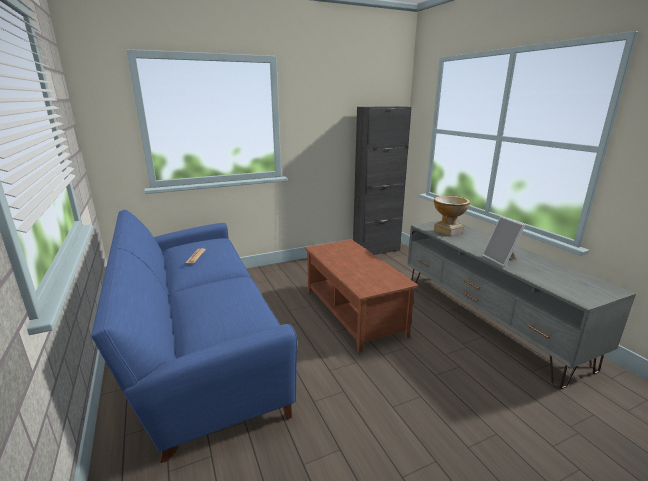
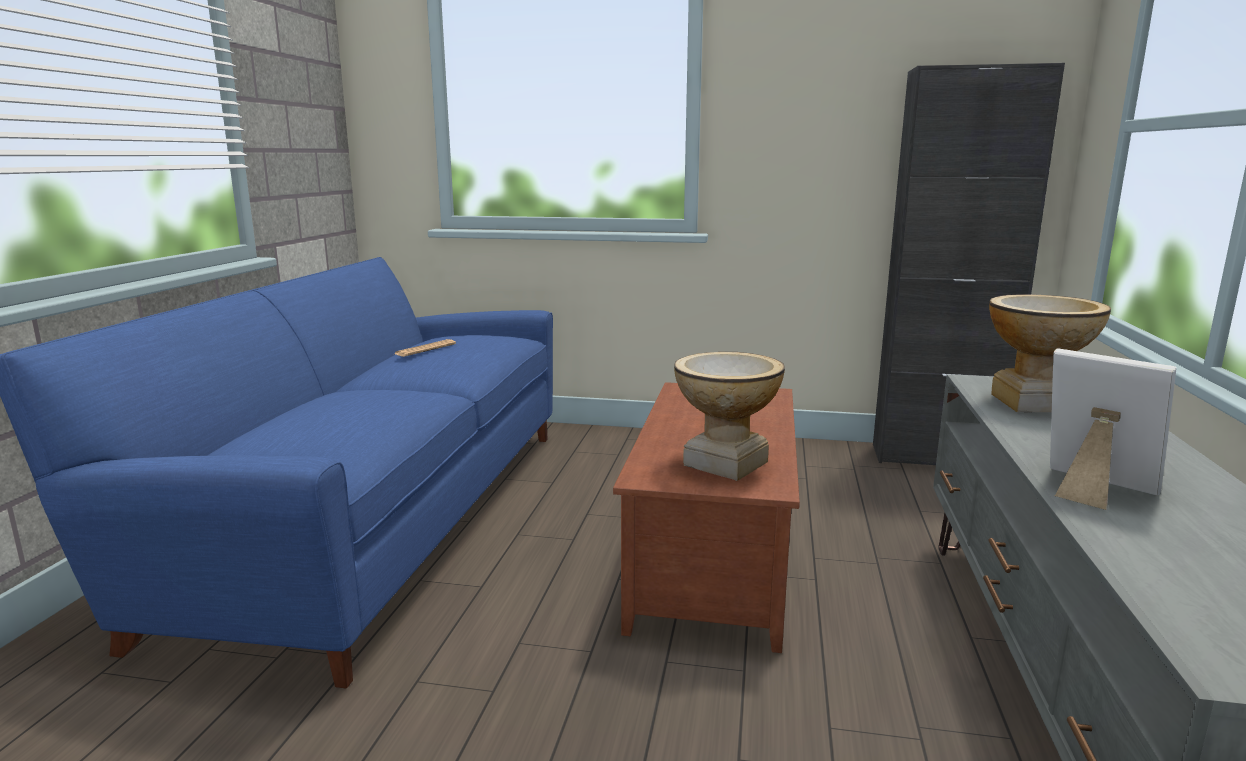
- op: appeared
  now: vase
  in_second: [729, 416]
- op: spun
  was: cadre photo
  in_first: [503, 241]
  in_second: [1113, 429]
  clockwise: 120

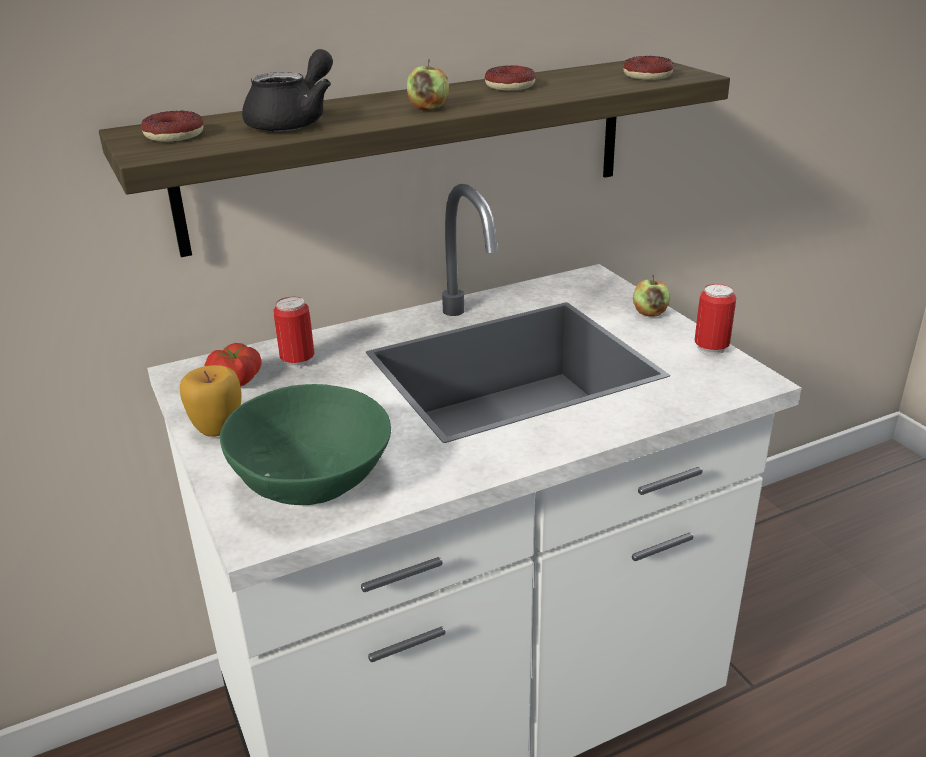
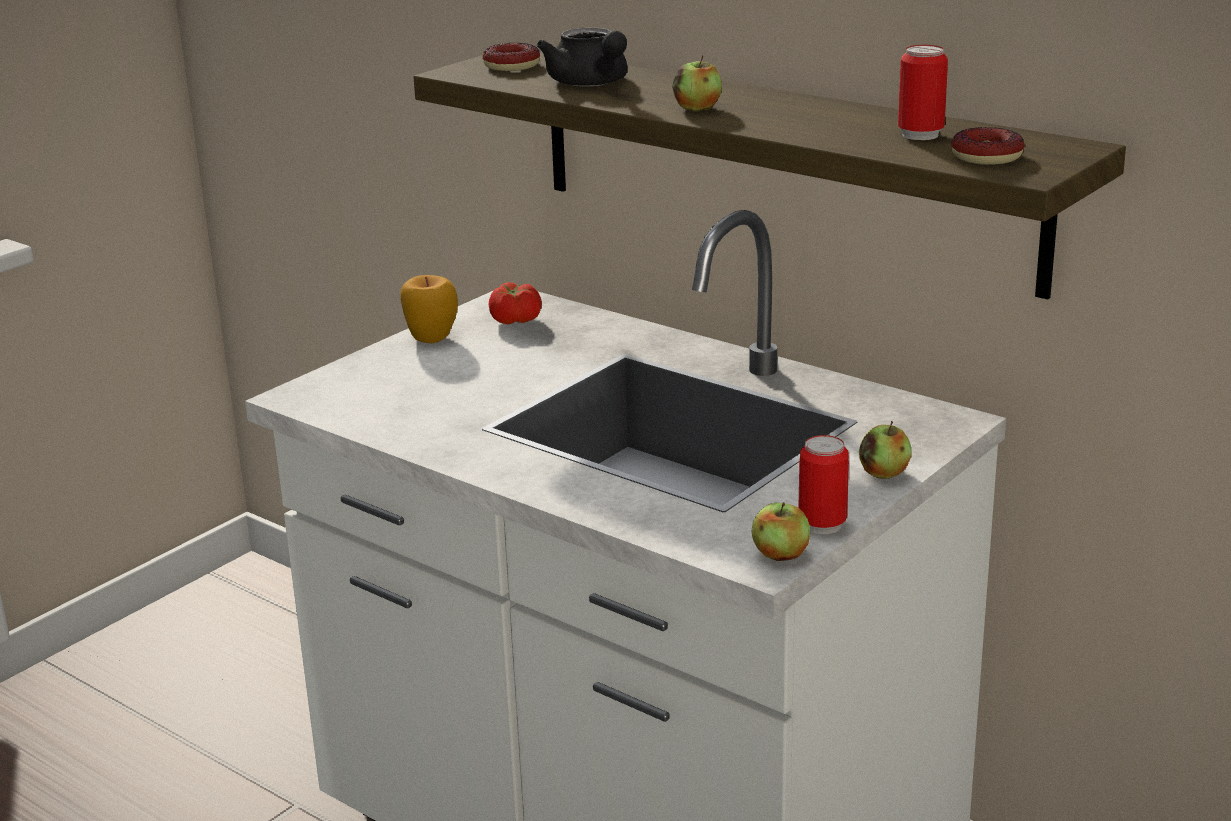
- op: missing
  was: bol [vert]
  in_first: [305, 444]
- op: missing
  was: beignet
  in_first: [510, 78]
- op: appeared
  now: pomme
  in_second: [780, 531]
- op: relocated
  was: boîte métallique
  in_first: [293, 332]
  in_second: [923, 92]
- op: spun
  was: théière [noir]
  in_first: [287, 90]
  in_second: [582, 56]
  clockwise: 60

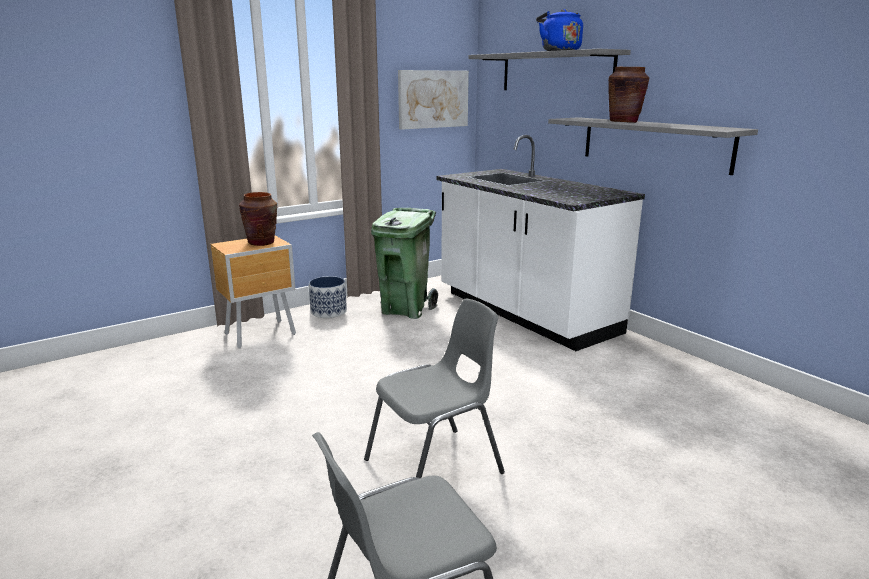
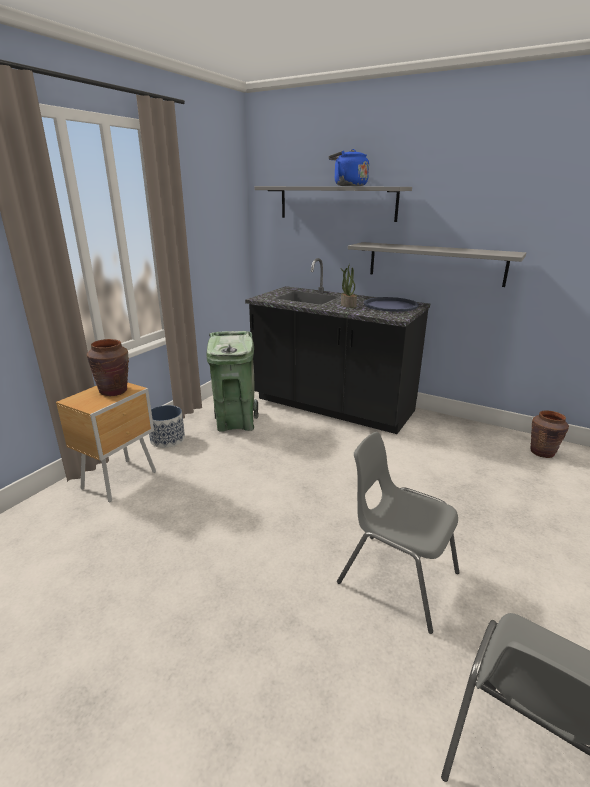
- op: missing
  was: tableau
  in_first: [433, 100]
- op: appeared
  now: plante en pot
  in_second: [348, 286]
- op: appeared
  now: plateau [bleu]
  in_second: [391, 304]
- op: relocated
  was: vase [marron]
  in_first: [628, 95]
  in_second: [549, 434]
- op: colour
  was: comptoir de cuisine [blanc]
  now: comptoir de cuisine [noir]
  in_first: [541, 243]
  in_second: [337, 346]
- op: spun
  was: chaise [gris]
  in_first: [434, 388]
  in_second: [398, 533]
  clockwise: -90

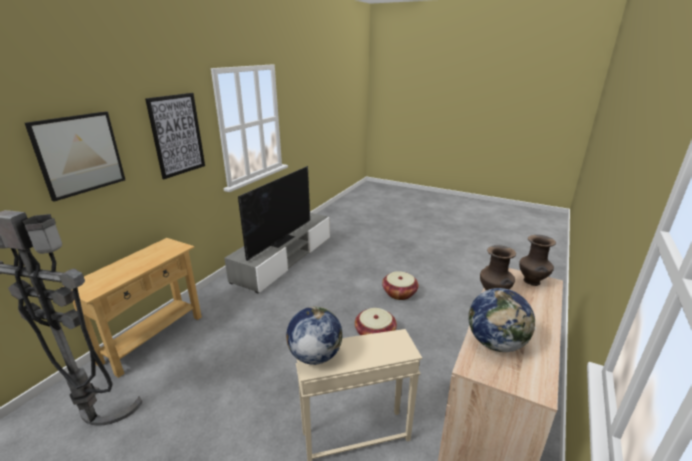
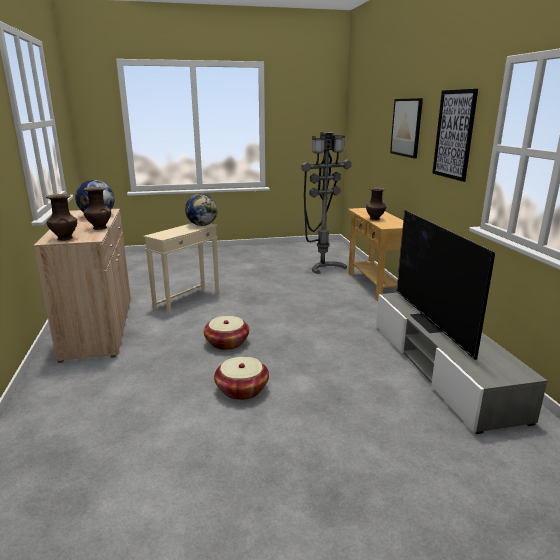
- op: appeared
  now: vase [marron]
  in_second: [376, 203]

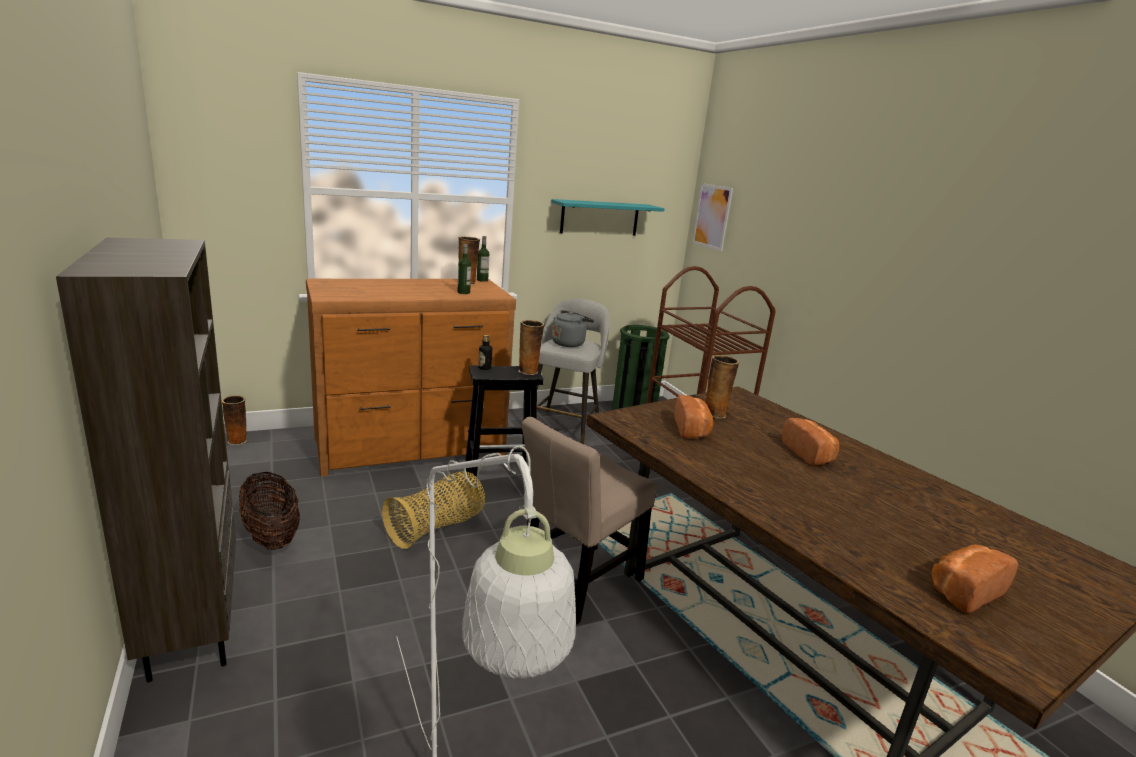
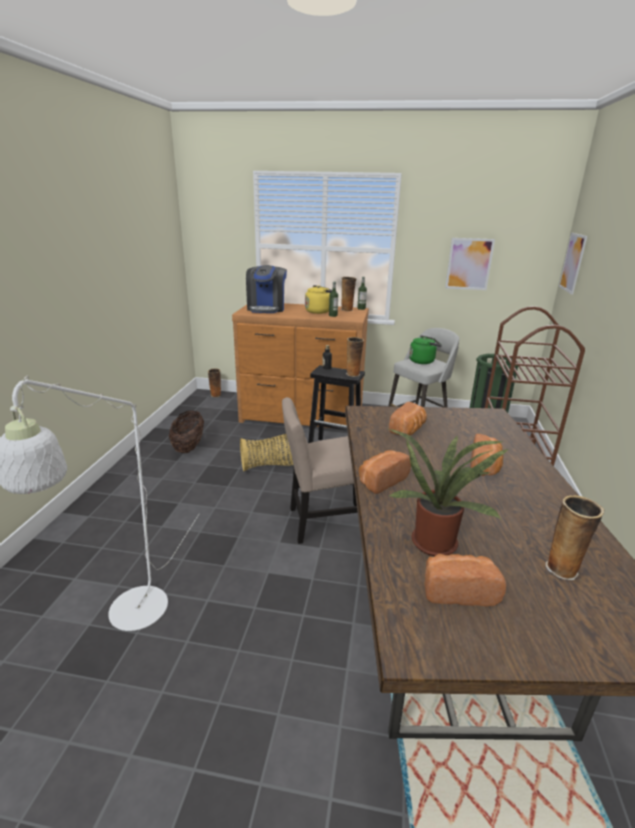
- op: missing
  was: bibliothèque [marron]
  in_first: [146, 460]
- op: appeared
  now: machine à café
  in_second: [266, 289]
- op: appeared
  now: bouilloire [jaune]
  in_second: [318, 299]
- op: appeared
  now: pain
  in_second: [385, 472]
- op: appeared
  now: plante en pot
  in_second: [448, 492]
- op: relocated
  was: vase
  in_first: [722, 387]
  in_second: [575, 537]
- op: exchanged
  was: étagère [turquoise]
  now: tableau
  in_first: [608, 217]
  in_second: [470, 264]
- op: colour
  was: bouilloire [gris]
  now: bouilloire [vert]
  in_first: [573, 328]
  in_second: [425, 349]

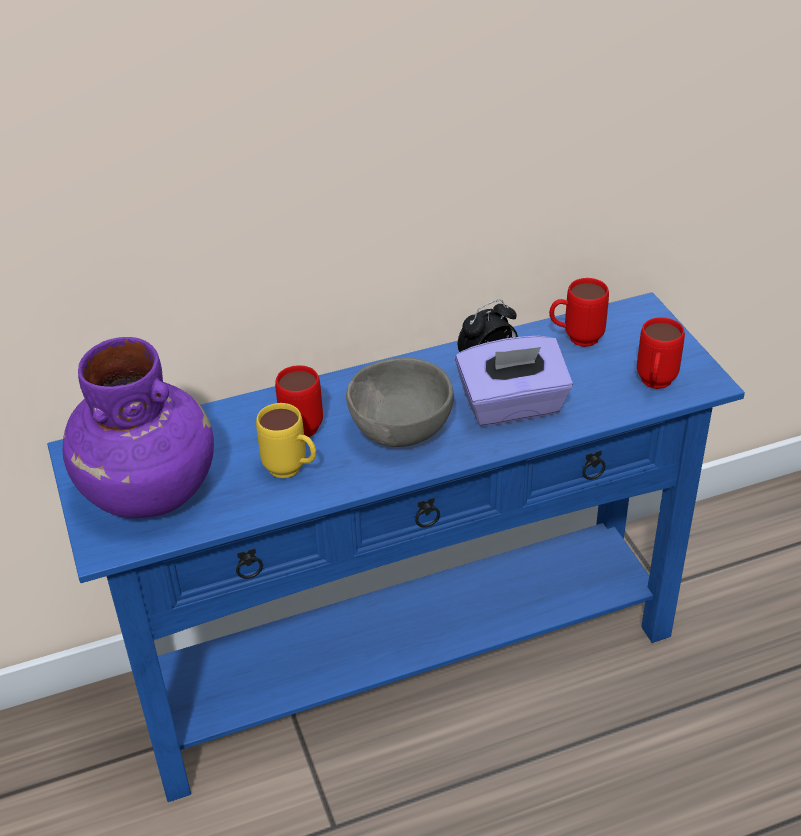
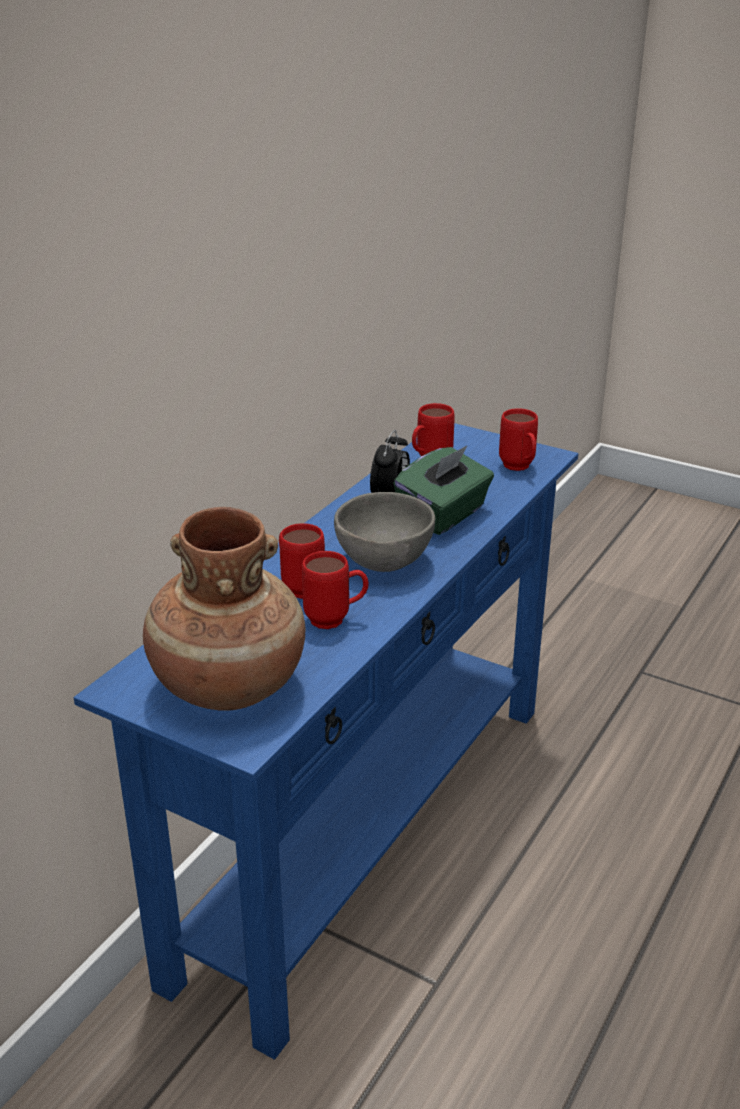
- op: colour
  was: vase [violet]
  now: vase [marron]
  in_first: [138, 427]
  in_second: [224, 609]
- op: colour
  was: mug [jaune]
  now: mug [rouge]
  in_first: [286, 440]
  in_second: [335, 590]
- op: colour
  was: boîte à mouchoirs [violet]
  now: boîte à mouchoirs [vert]
  in_first: [514, 381]
  in_second: [443, 490]

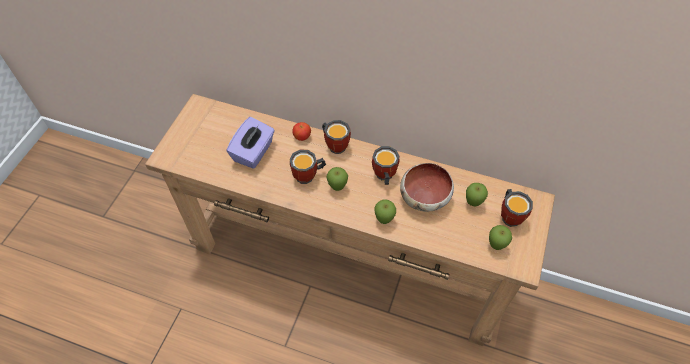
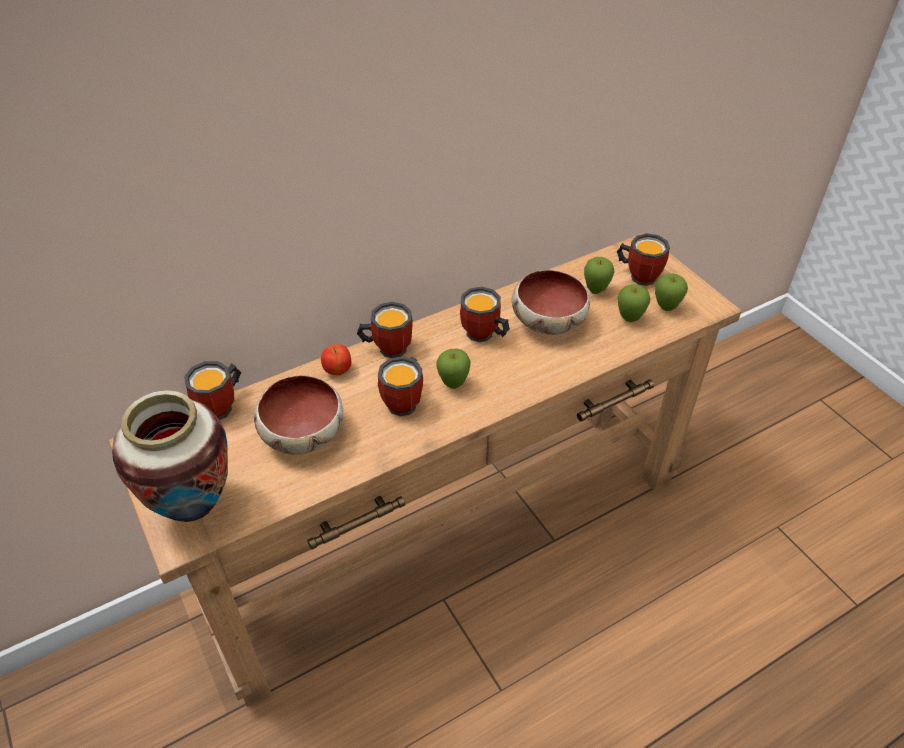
- op: appeared
  now: vase
  in_second: [170, 456]
- op: appeared
  now: mug
  in_second: [213, 390]
- op: relocated
  was: pomme
  in_first: [385, 211]
  in_second: [634, 303]
- op: exchanged
  was: boîte à mouchoirs [violet]
  now: bol
  in_first: [250, 143]
  in_second: [298, 415]

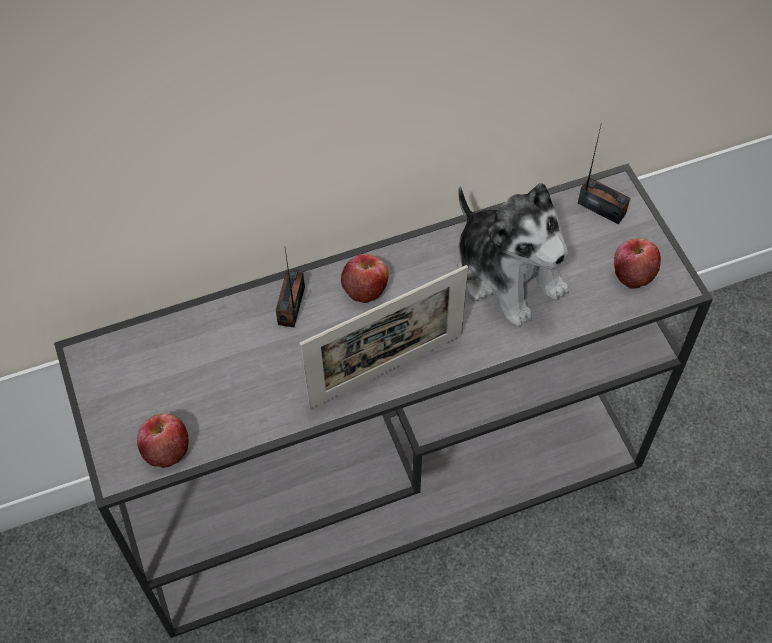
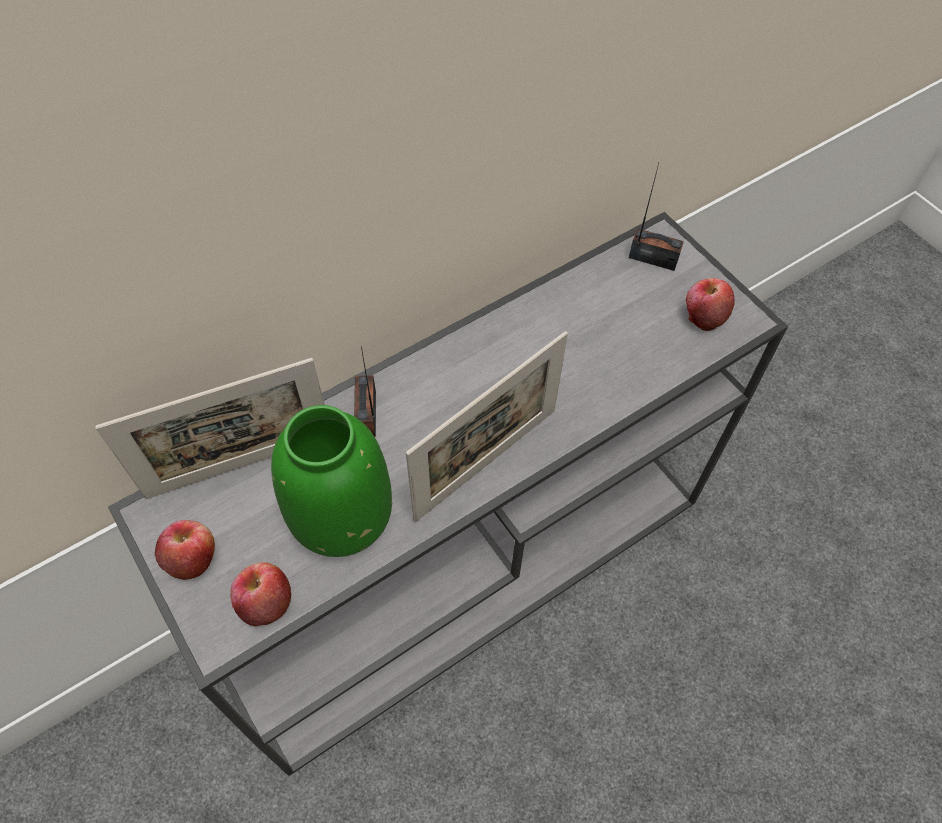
- op: missing
  was: peluche
  in_first: [513, 255]
- op: appeared
  now: cadre photo
  in_second: [210, 428]
- op: appeared
  now: vase [vert]
  in_second: [331, 481]
- op: relocated
  was: pomme
  in_first: [365, 278]
  in_second: [185, 550]

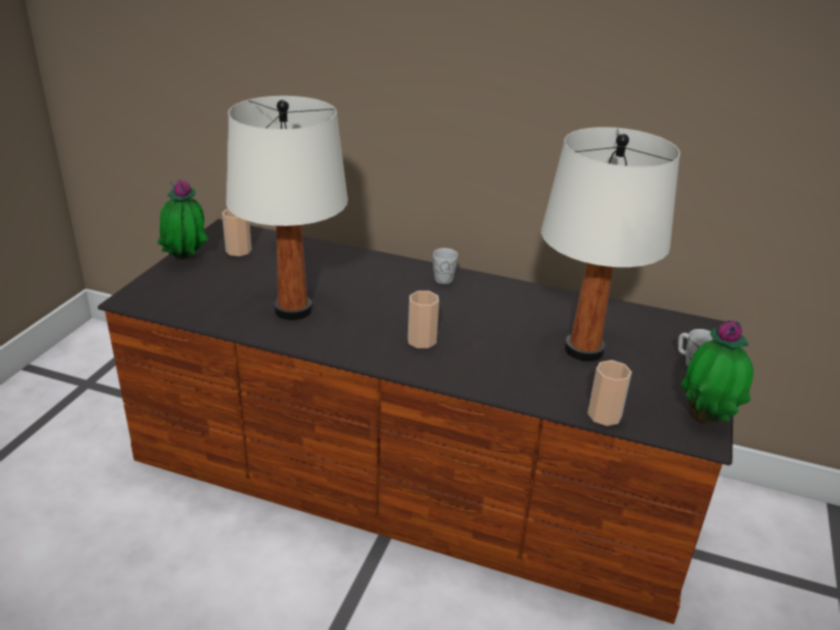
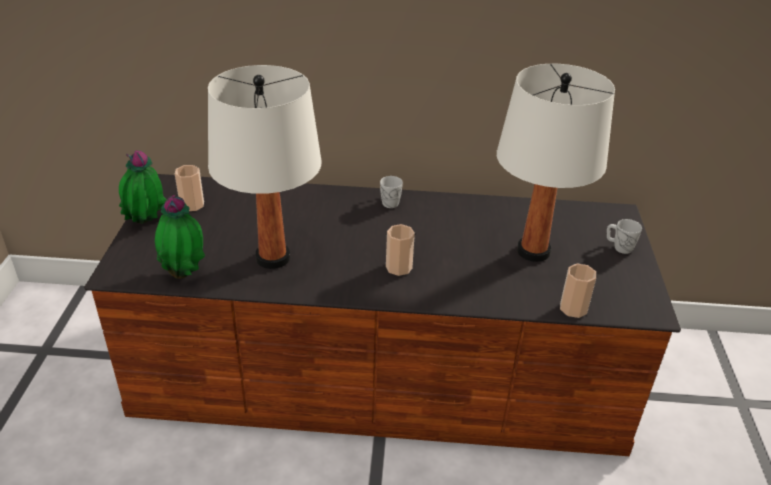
- op: relocated
  was: plante en pot
  in_first: [717, 371]
  in_second: [180, 237]

